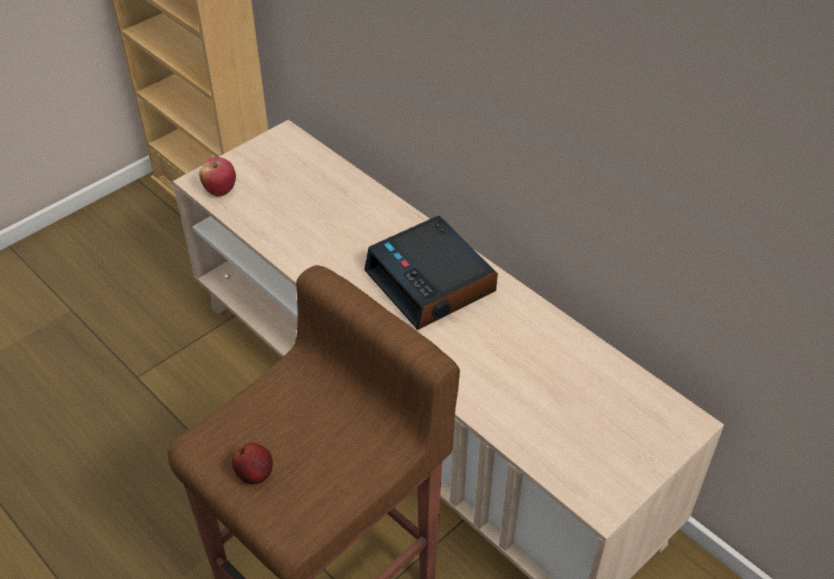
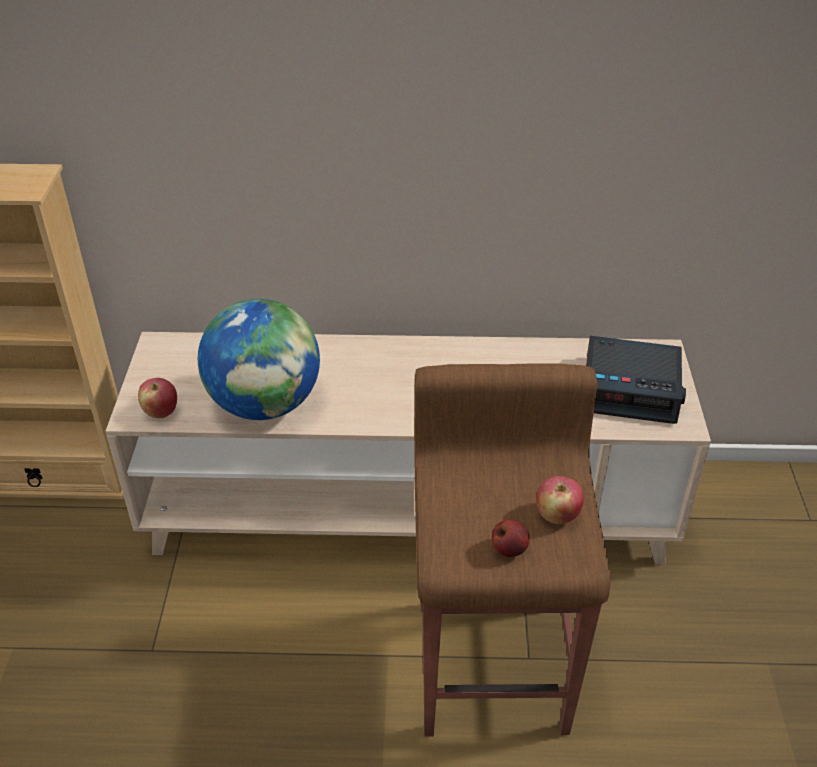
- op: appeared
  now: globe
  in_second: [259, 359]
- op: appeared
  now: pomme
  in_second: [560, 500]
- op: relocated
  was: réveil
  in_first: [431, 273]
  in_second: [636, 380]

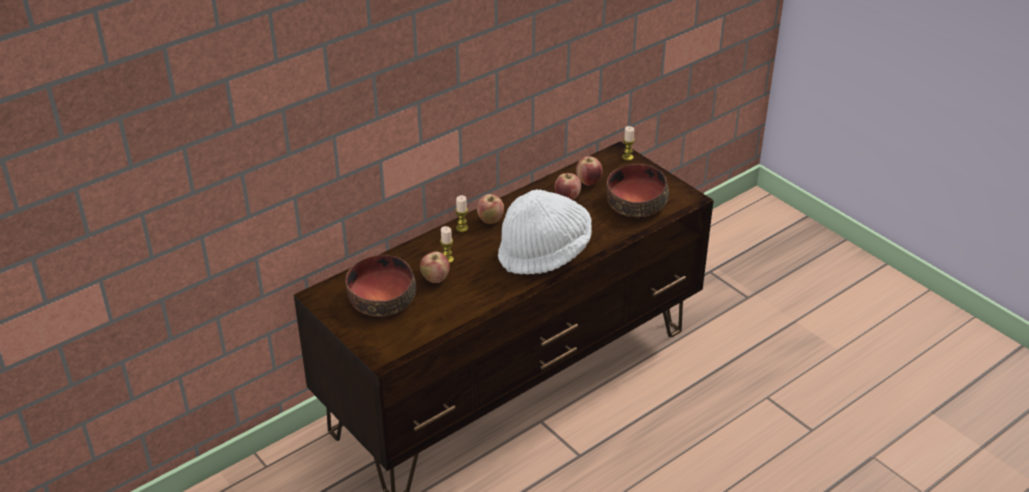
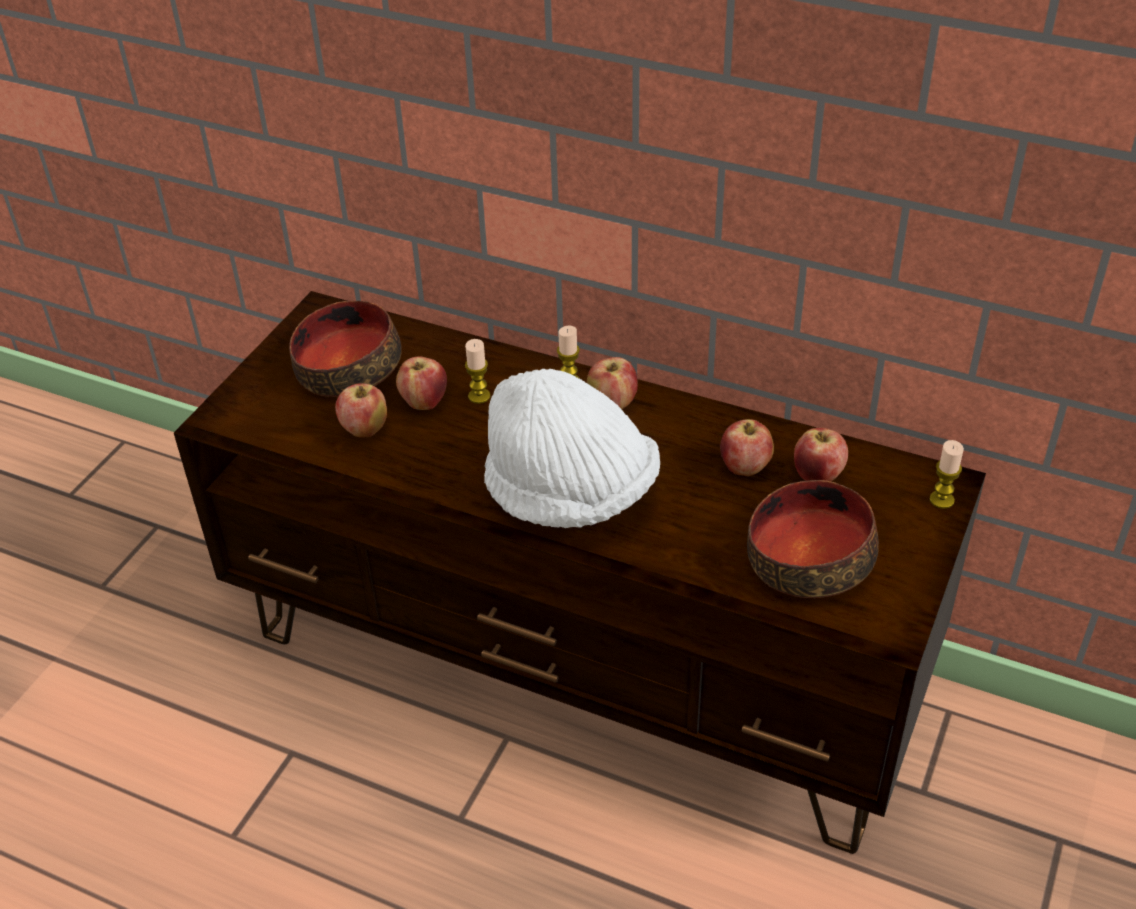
- op: appeared
  now: pomme
  in_second: [361, 410]

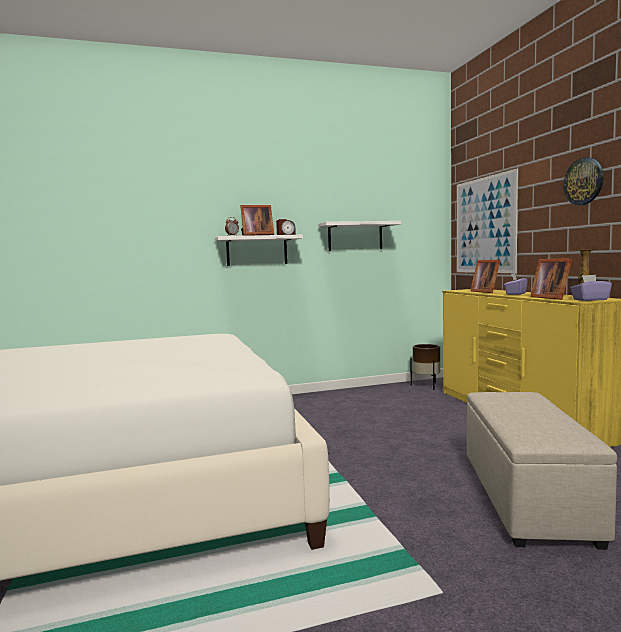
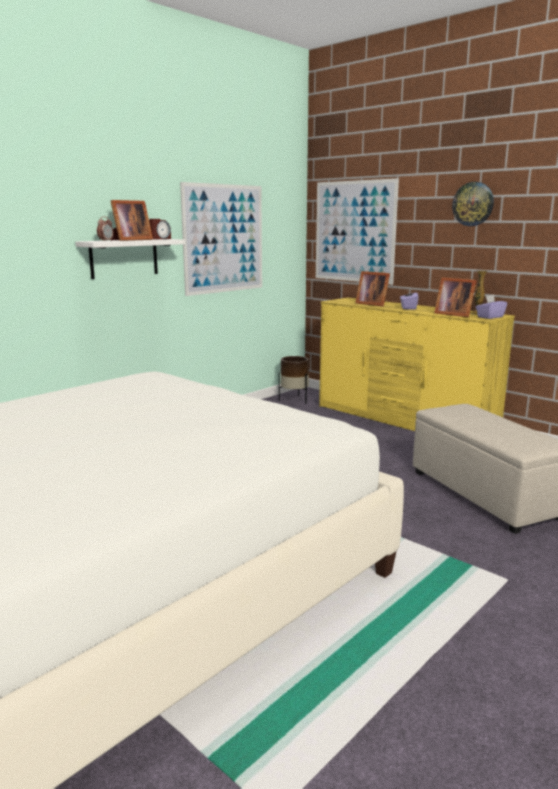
- op: exchanged
  was: étagère [blanc]
  now: tableau
  in_first: [359, 236]
  in_second: [221, 239]

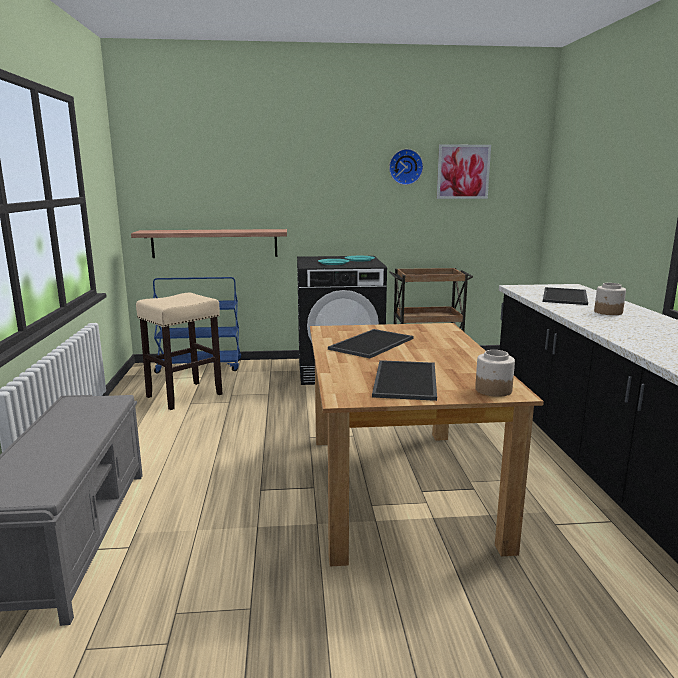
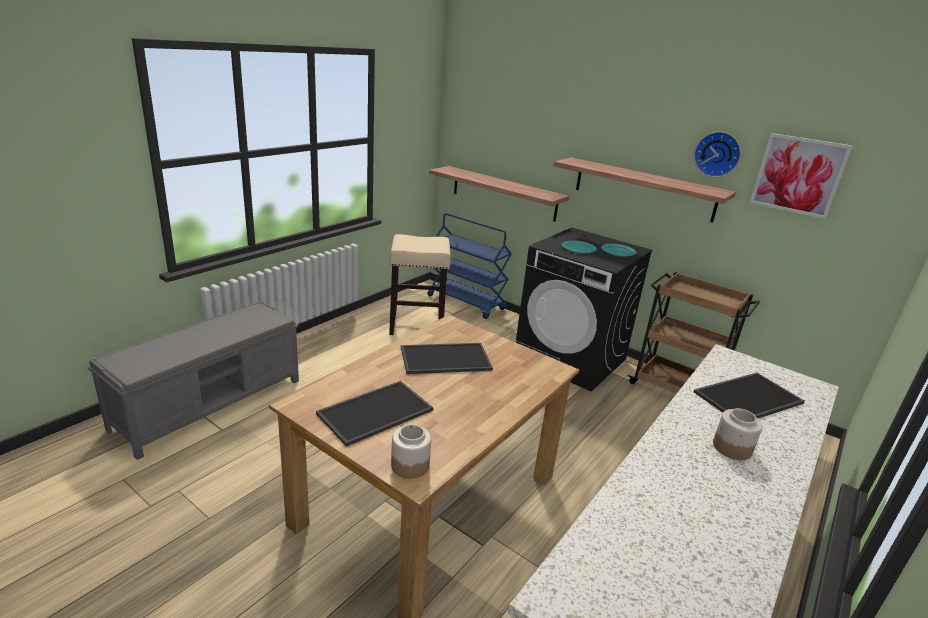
- op: appeared
  now: étagère
  in_second: [644, 190]

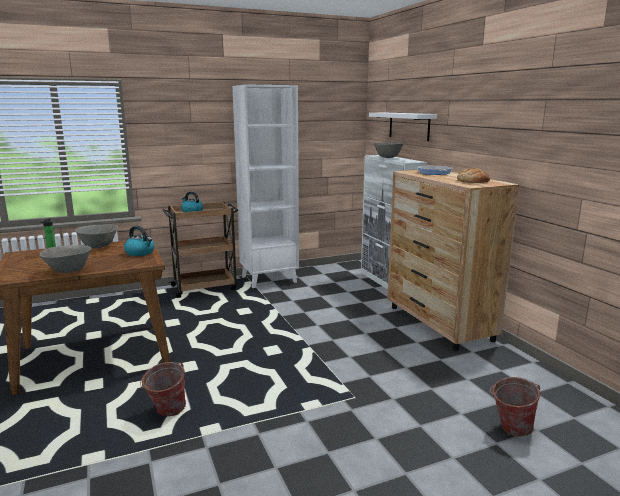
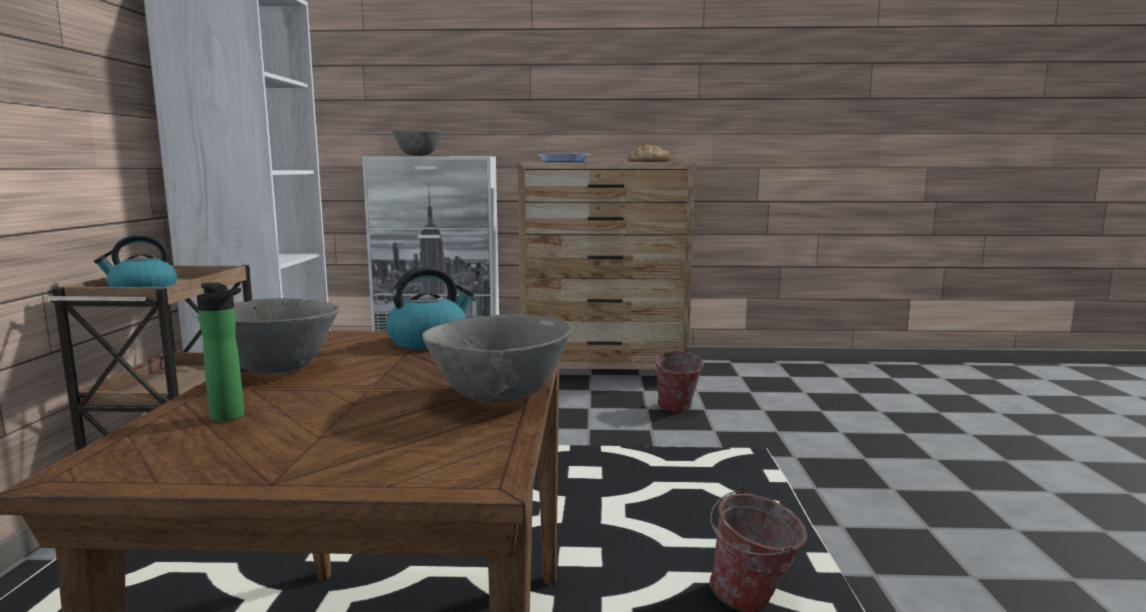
- op: missing
  was: étagère [blanc]
  in_first: [403, 127]
- op: relocated
  was: seau
  in_first: [515, 406]
  in_second: [677, 380]

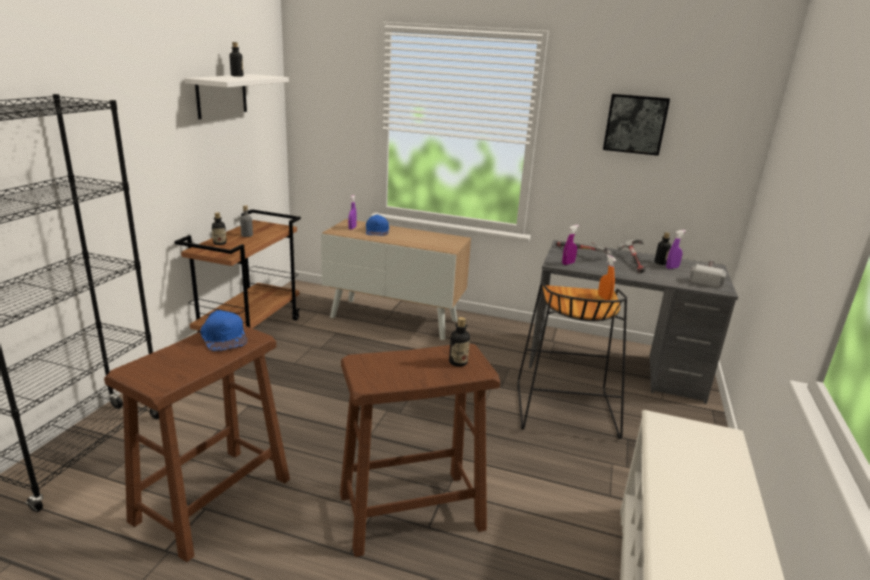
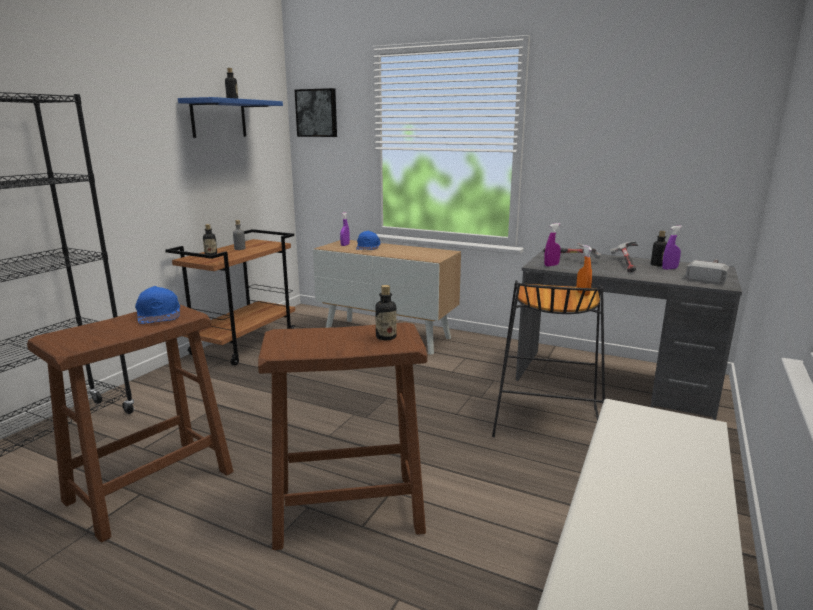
- op: relocated
  was: tableau
  in_first: [636, 125]
  in_second: [316, 112]
- op: colour
  was: étagère [blanc]
  now: étagère [bleu]
  in_first: [236, 96]
  in_second: [230, 117]

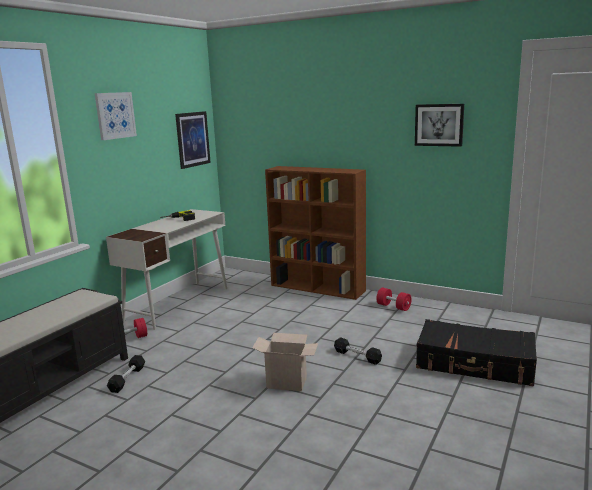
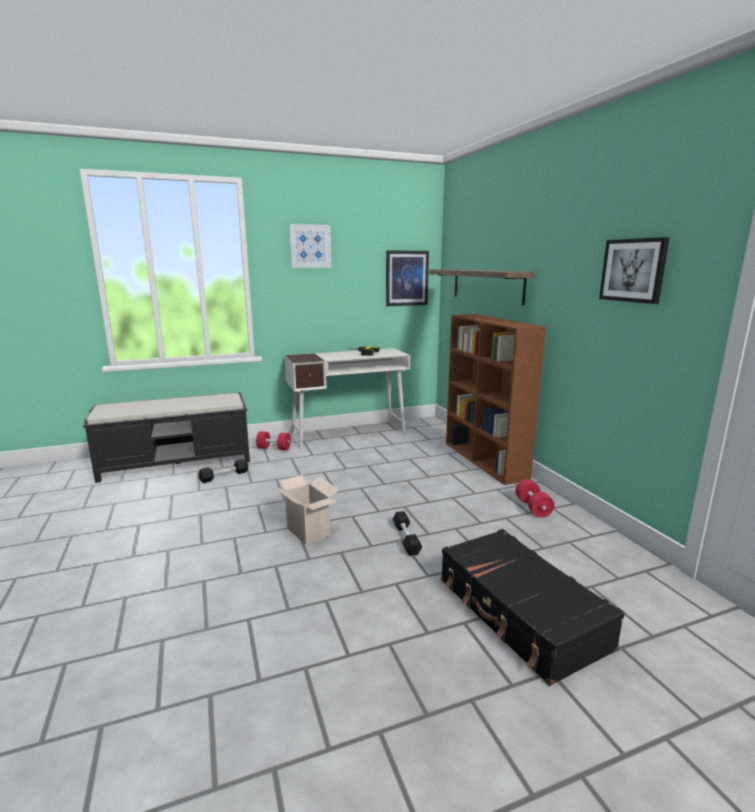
- op: appeared
  now: étagère
  in_second: [482, 287]

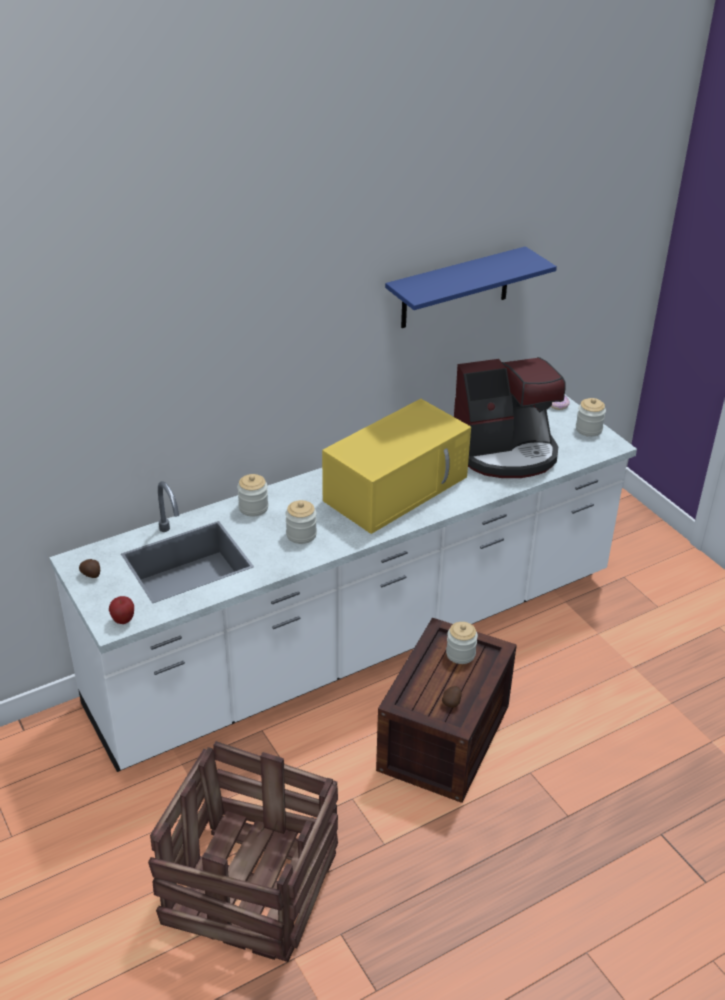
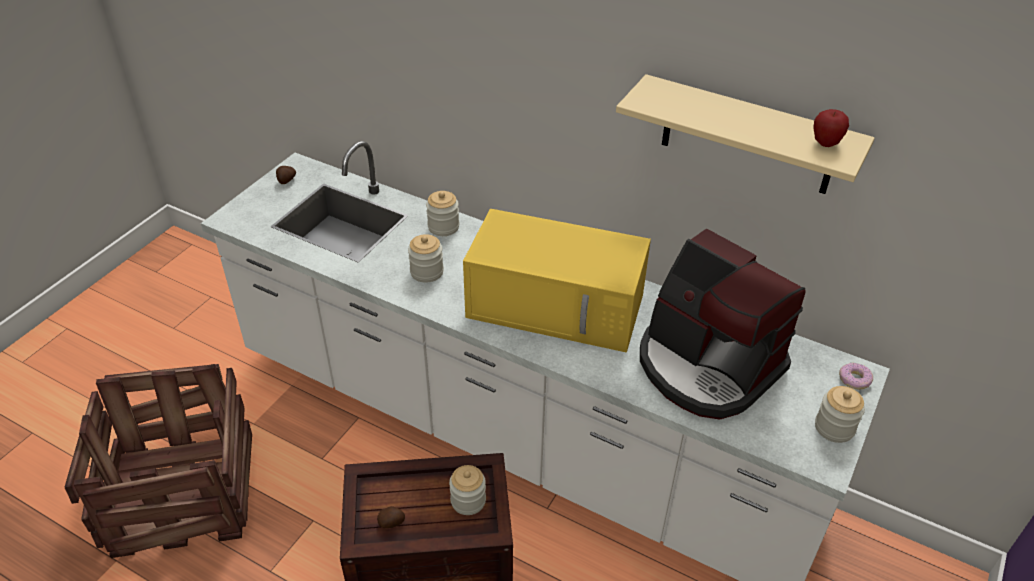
- op: relocated
  was: pomme
  in_first: [121, 610]
  in_second: [831, 128]
- op: colour
  was: étagère [bleu]
  now: étagère [beige]
  in_first: [471, 287]
  in_second: [745, 134]

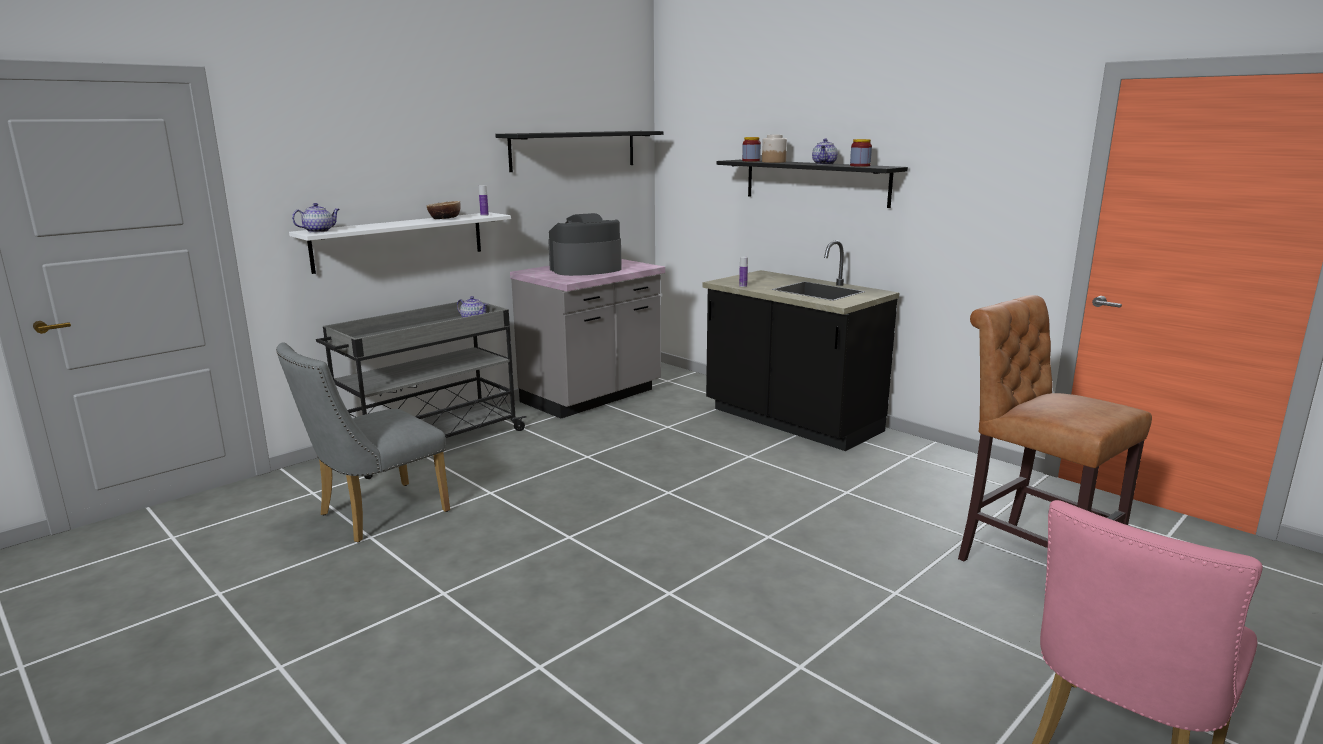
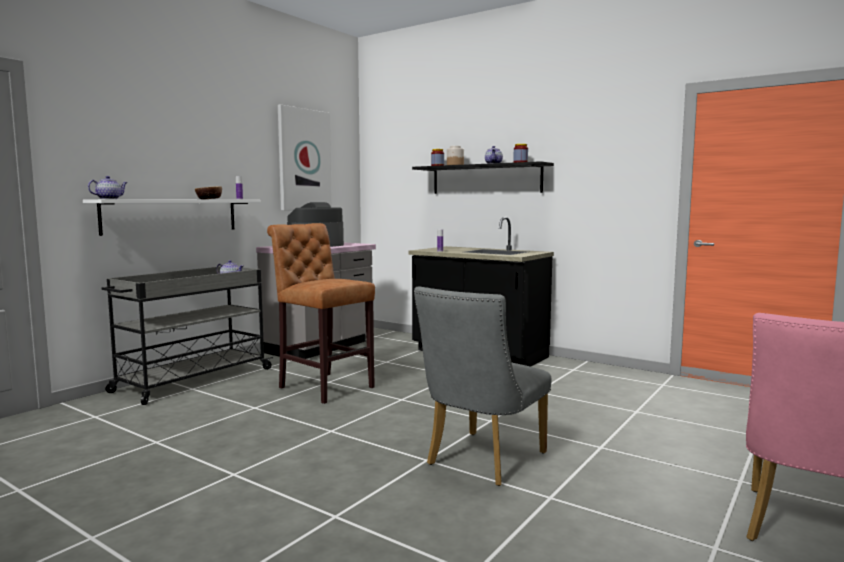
- op: relocated
  was: chaise [gris]
  in_first: [363, 442]
  in_second: [483, 386]
- op: relocated
  was: tabouret [marron]
  in_first: [1055, 428]
  in_second: [321, 313]
- op: exchanged
  was: étagère [noir]
  now: tableau
  in_first: [579, 151]
  in_second: [305, 157]

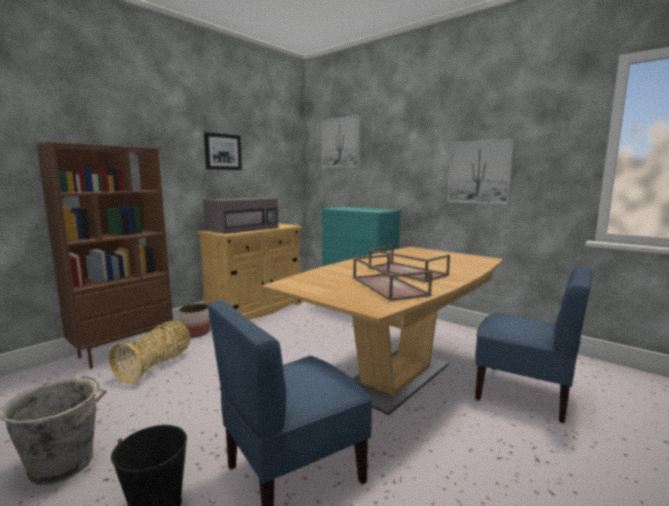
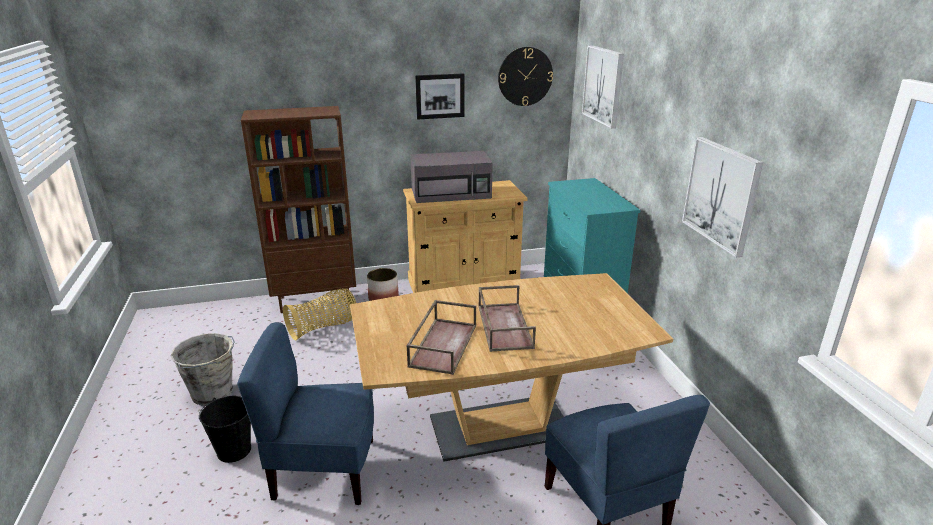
- op: appeared
  now: horloge murale
  in_second: [525, 76]

